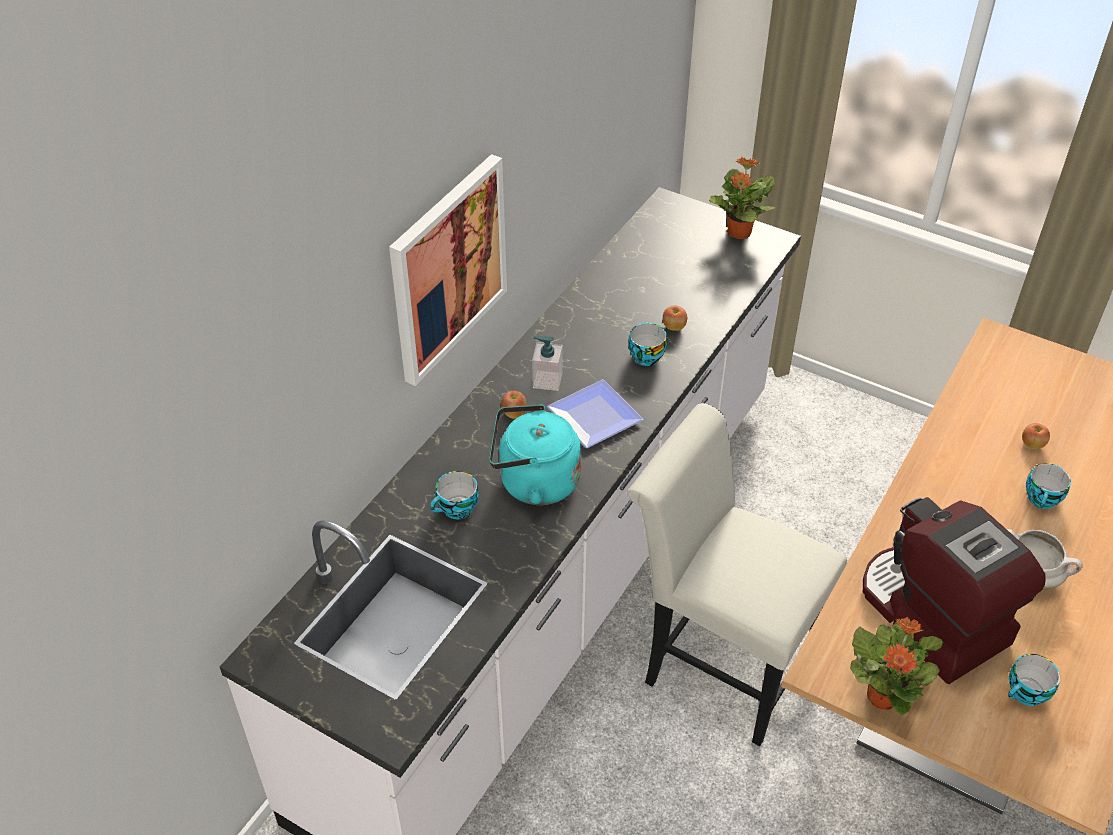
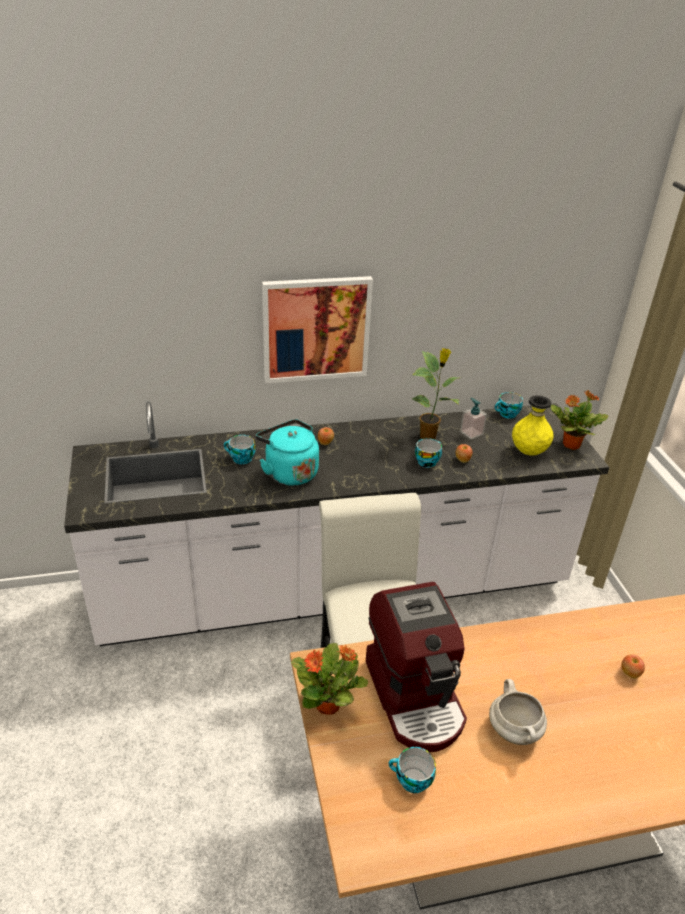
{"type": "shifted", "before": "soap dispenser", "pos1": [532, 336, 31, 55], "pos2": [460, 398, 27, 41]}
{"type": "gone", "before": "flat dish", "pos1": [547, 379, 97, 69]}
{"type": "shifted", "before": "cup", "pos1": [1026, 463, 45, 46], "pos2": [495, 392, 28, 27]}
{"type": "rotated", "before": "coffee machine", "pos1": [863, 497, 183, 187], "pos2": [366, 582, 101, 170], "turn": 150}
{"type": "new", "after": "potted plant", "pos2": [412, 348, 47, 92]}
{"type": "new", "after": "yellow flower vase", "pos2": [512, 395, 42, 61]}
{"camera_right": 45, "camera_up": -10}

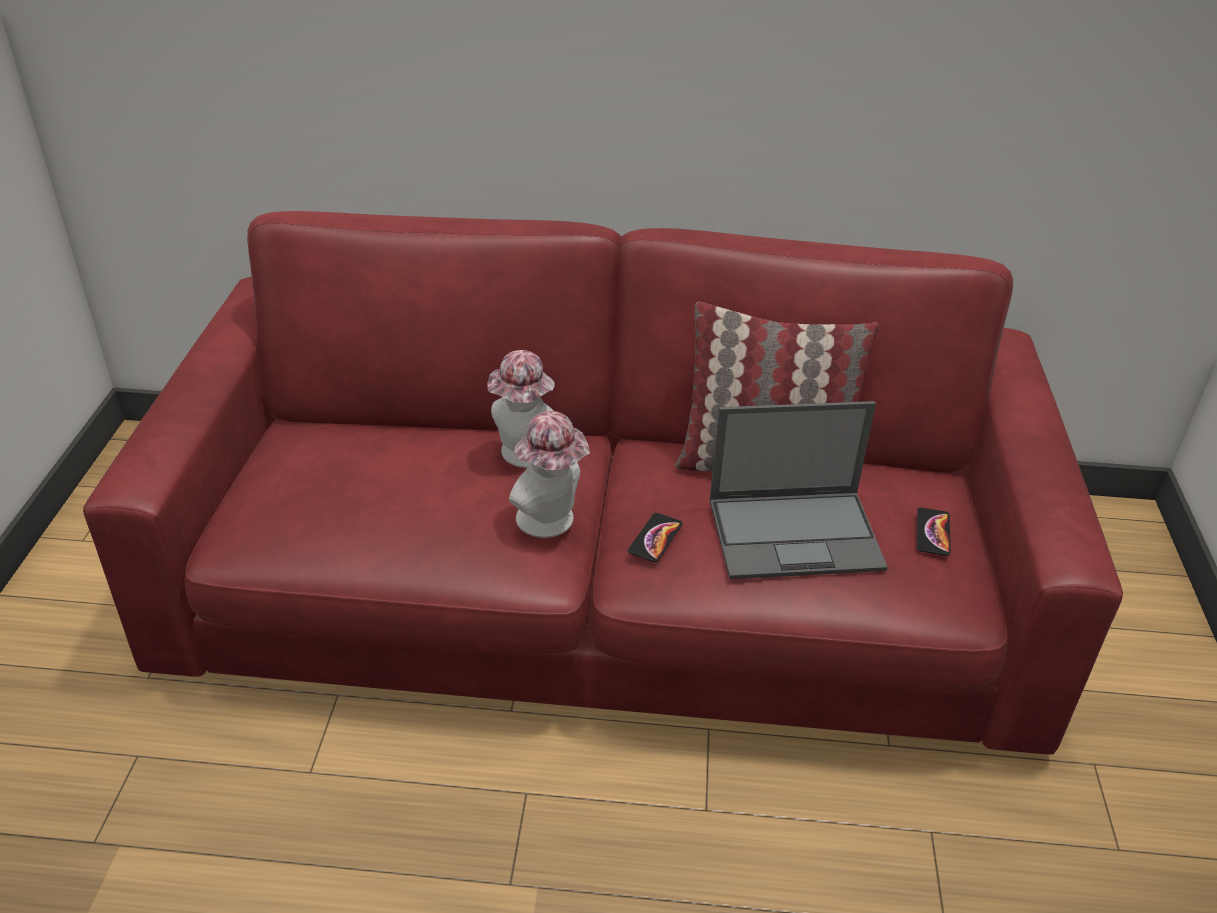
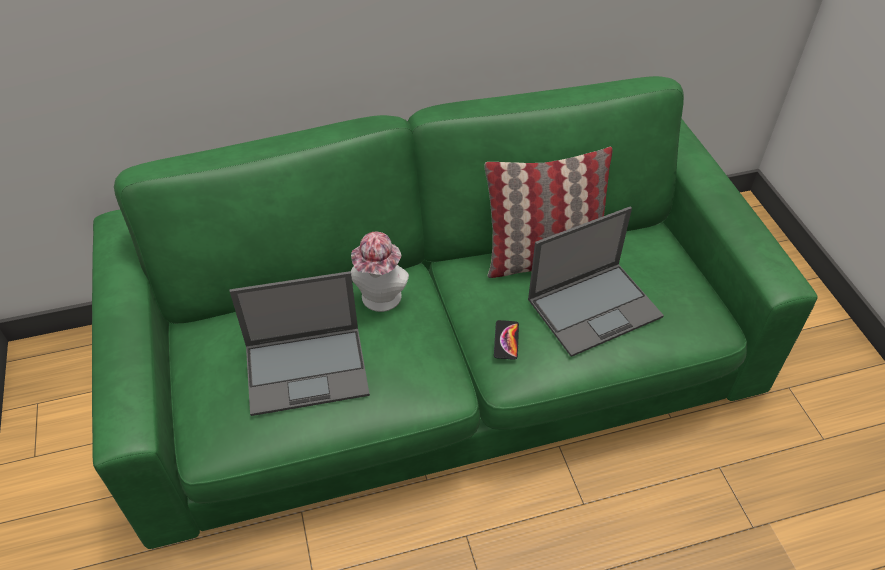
{"type": "repainted", "before": "reddish couch", "after": "green-coloured couch", "pos1": [83, 211, 1040, 544], "pos2": [92, 76, 726, 473]}
{"type": "gone", "before": "clothing hat", "pos1": [509, 411, 81, 127]}
{"type": "gone", "before": "handset", "pos1": [917, 508, 34, 48]}
{"type": "new", "after": "portable computer", "pos2": [230, 271, 140, 145]}
{"camera_right": -20, "camera_up": 10}

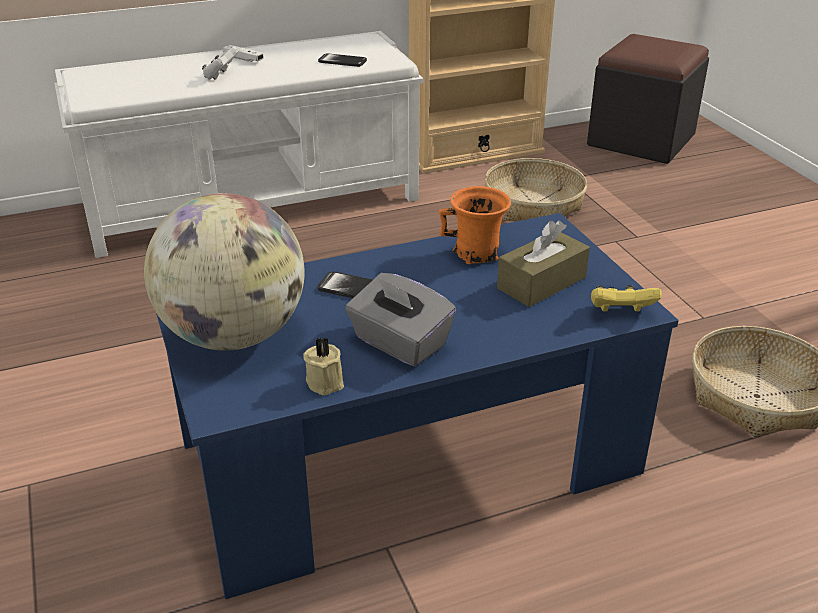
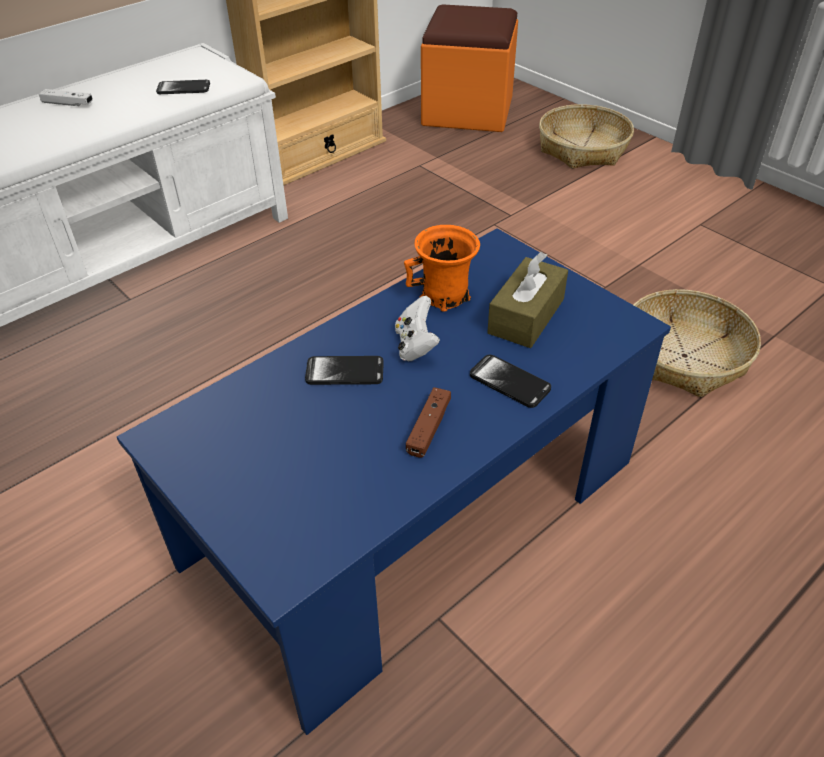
{"type": "repainted", "before": "black-coloured ottoman", "after": "orange-coloured ottoman", "pos1": [587, 34, 122, 130], "pos2": [421, 4, 97, 128]}
{"type": "shifted", "before": "whitish joypad", "pos1": [202, 46, 36, 33], "pos2": [395, 296, 45, 65]}
{"type": "shifted", "before": "basket", "pos1": [484, 158, 103, 63], "pos2": [539, 104, 95, 65]}
{"type": "gone", "before": "globe", "pos1": [144, 193, 161, 158]}
{"type": "swapped", "before": "gray box of tissues", "after": "brownish joypad", "pos1": [345, 273, 111, 94], "pos2": [406, 387, 45, 71]}
{"type": "gone", "before": "yellow joypad", "pos1": [591, 285, 71, 27]}
{"type": "gone", "before": "beige-coloured candle", "pos1": [303, 337, 41, 58]}
{"type": "new", "after": "handset", "pos2": [470, 355, 81, 53]}
{"camera_right": -20, "camera_up": 10}

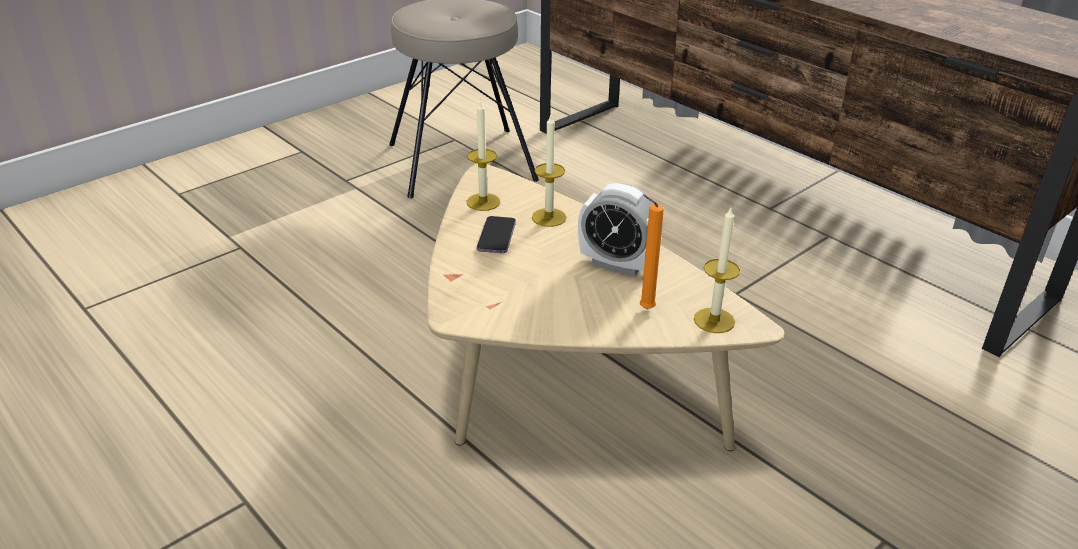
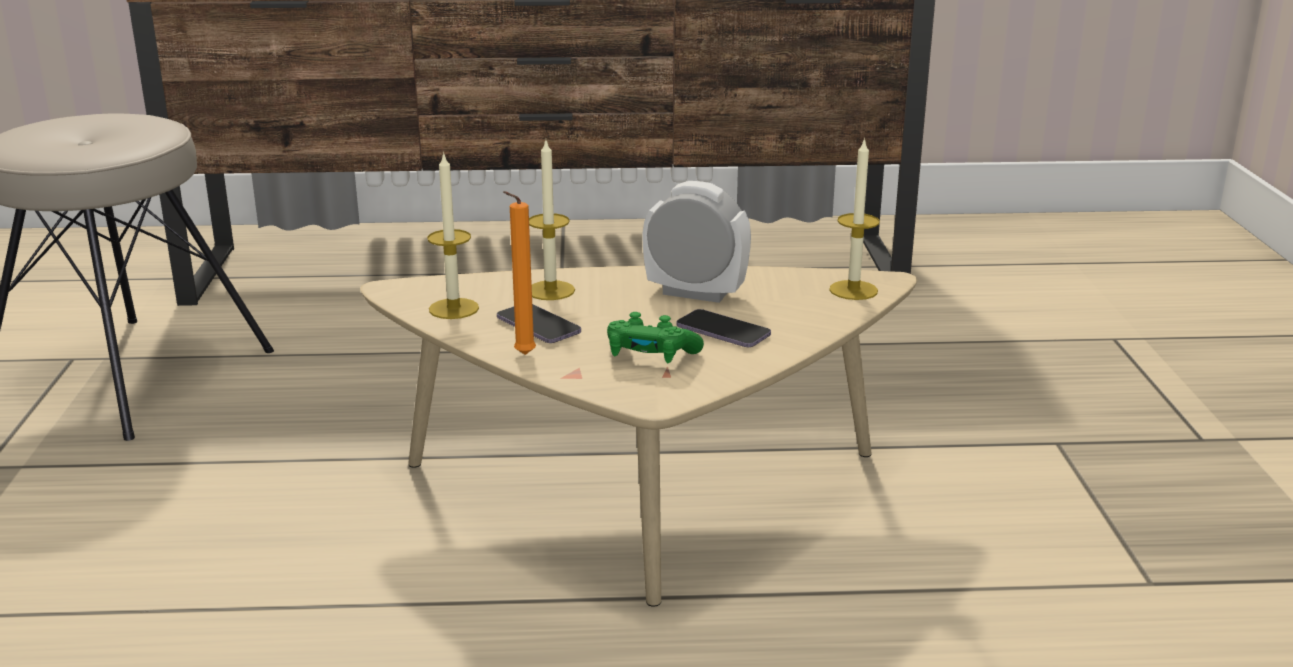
{"type": "rotated", "before": "table clock", "pos1": [578, 183, 85, 93], "pos2": [642, 181, 109, 122], "turn": -135}
{"type": "shifted", "before": "orange-coloured candle", "pos1": [640, 194, 24, 115], "pos2": [503, 191, 33, 164]}
{"type": "new", "after": "handset", "pos2": [676, 309, 95, 38]}
{"type": "new", "after": "green-coloured joypad", "pos2": [607, 312, 97, 51]}
{"camera_right": -50, "camera_up": -10}

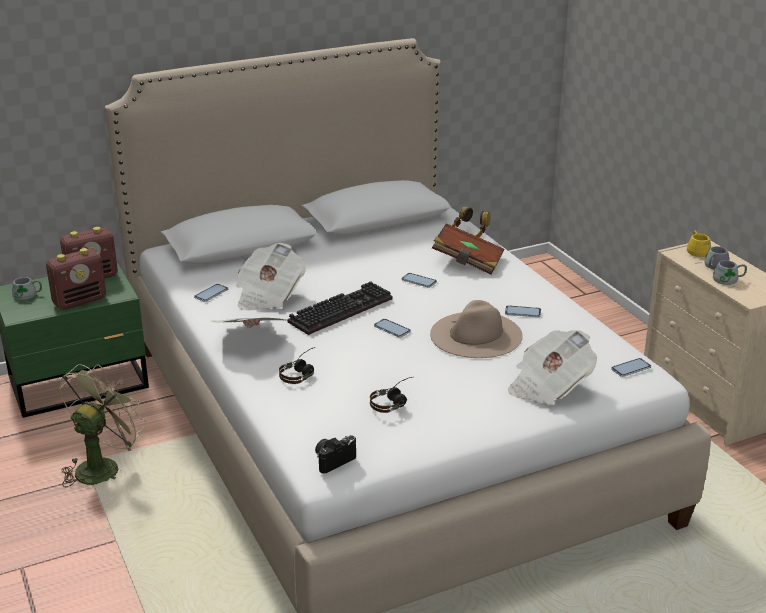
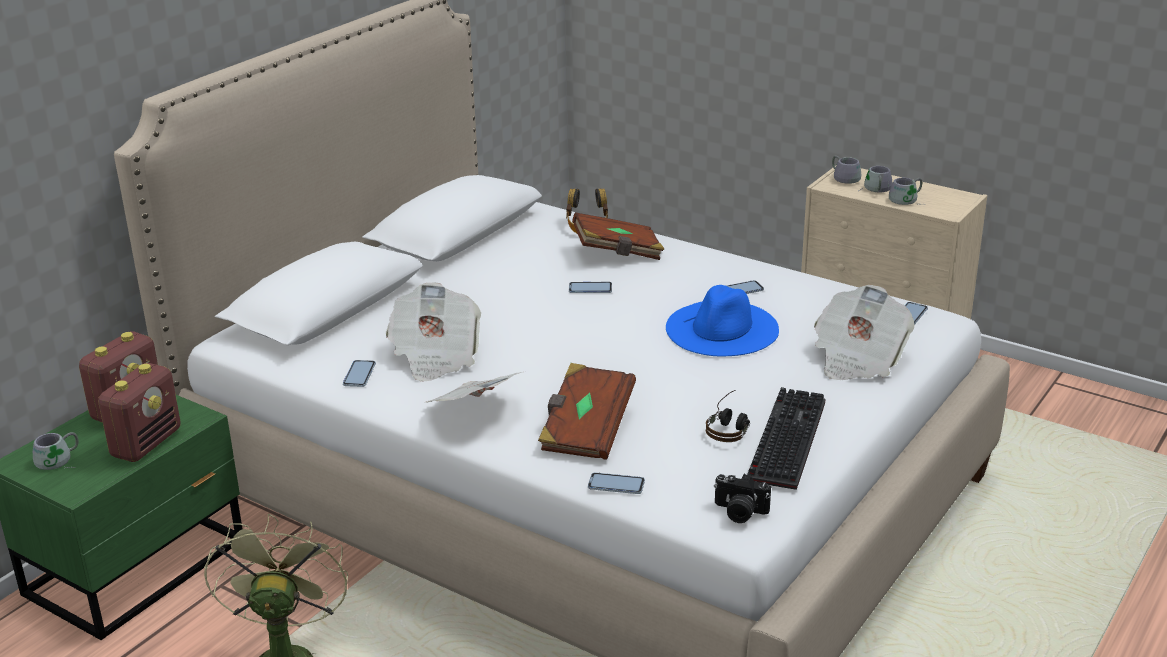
{"type": "repainted", "before": "yellow mug", "after": "gray mug", "pos1": [687, 230, 24, 27], "pos2": [832, 155, 30, 29]}
{"type": "shifted", "before": "keyboard", "pos1": [287, 281, 106, 54], "pos2": [747, 387, 79, 103]}
{"type": "repainted", "before": "beige-coloured clothing hat", "after": "bluish clothing hat", "pos1": [430, 300, 93, 58], "pos2": [666, 285, 113, 71]}
{"type": "shifted", "before": "handset", "pos1": [374, 319, 37, 19], "pos2": [588, 472, 57, 22]}
{"type": "swapped", "before": "headset", "after": "brownish bound book", "pos1": [279, 347, 37, 37], "pos2": [538, 363, 98, 97]}
{"type": "rotated", "before": "still camera", "pos1": [315, 435, 41, 38], "pos2": [714, 474, 57, 49], "turn": -90}
{"camera_right": -30, "camera_up": 0}

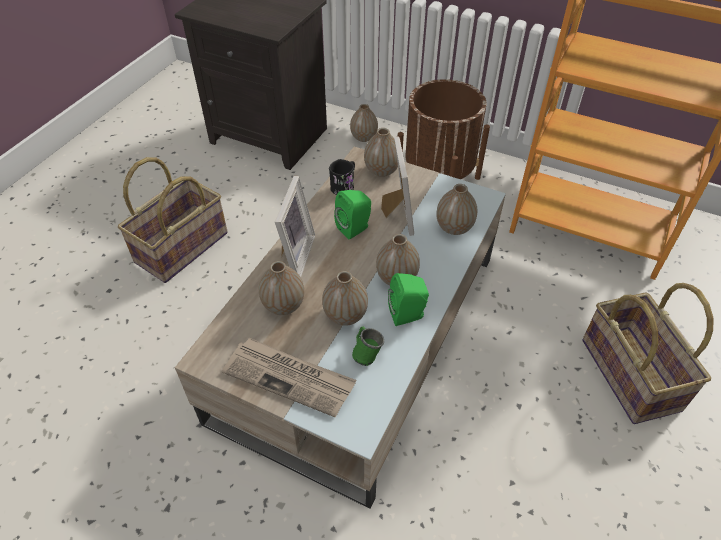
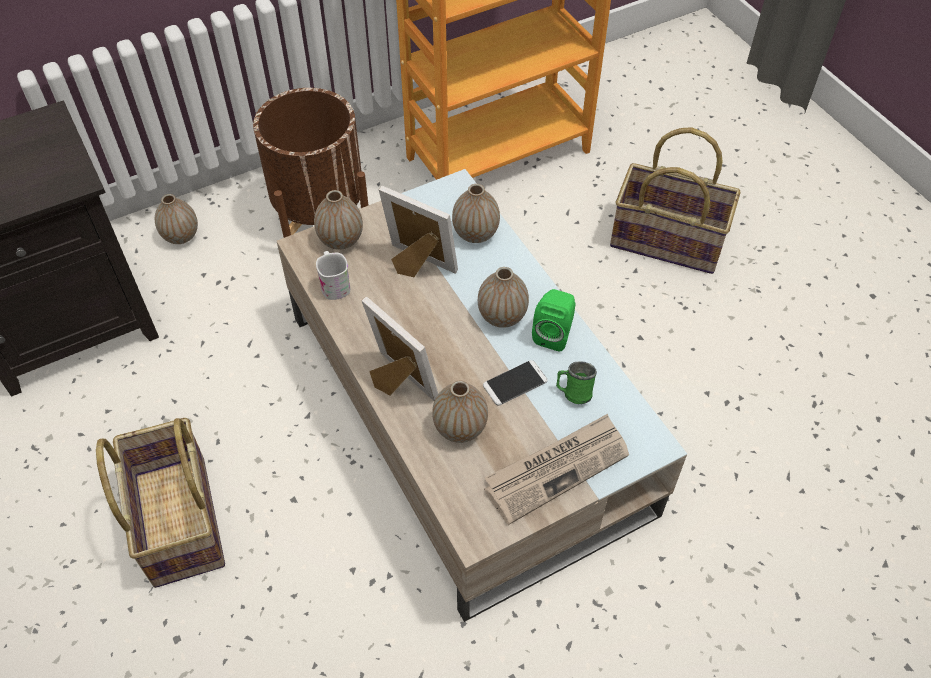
{"type": "repainted", "before": "black-coloured mug", "after": "whitish mug", "pos1": [329, 159, 26, 36], "pos2": [316, 251, 34, 49]}
{"type": "gone", "before": "green-coloured audio speaker", "pos1": [334, 190, 37, 50]}
{"type": "swapped", "before": "flower vase", "after": "handset", "pos1": [322, 271, 46, 55], "pos2": [483, 360, 64, 46]}
{"camera_right": -55, "camera_up": 5}

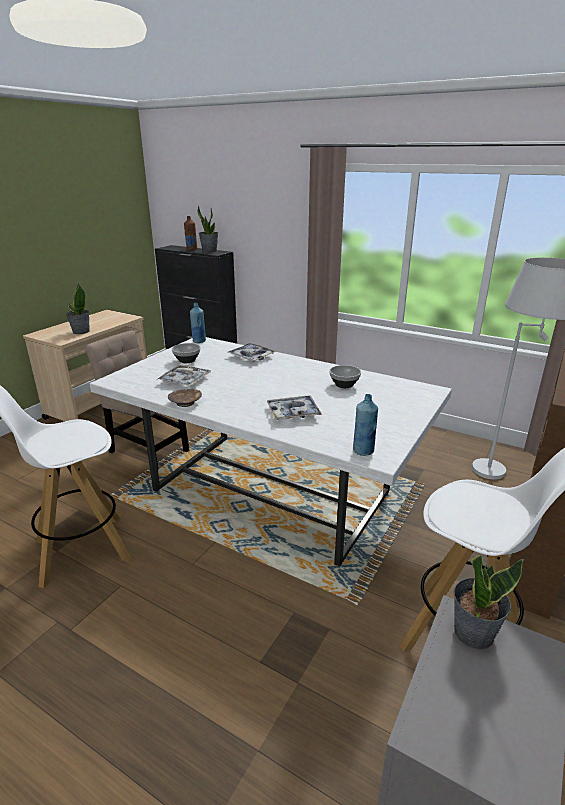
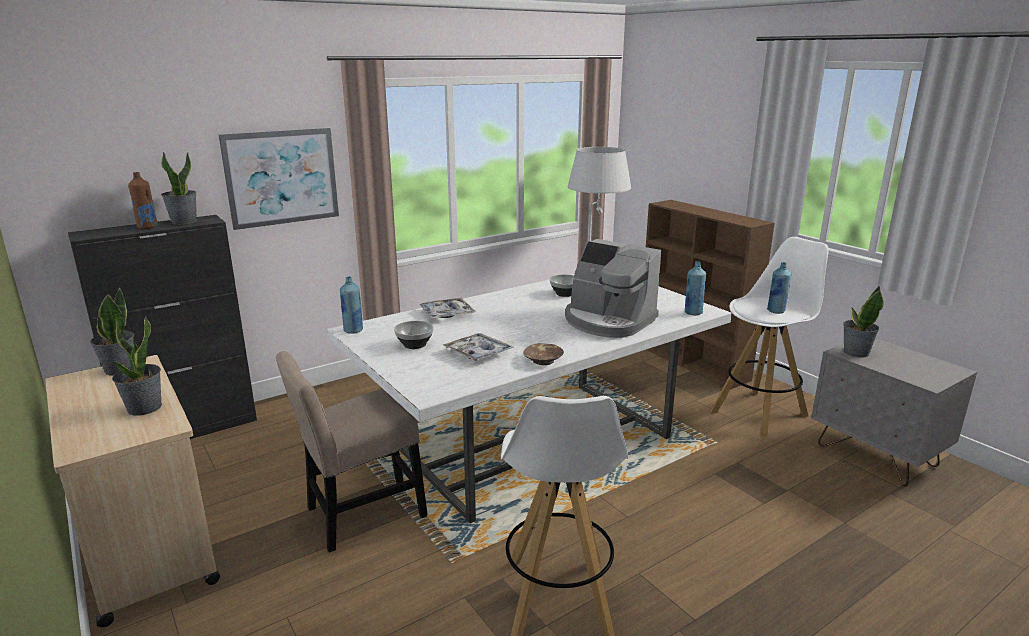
{"type": "swapped", "before": "tray", "after": "coffee machine", "pos1": [266, 396, 56, 24], "pos2": [565, 239, 96, 99]}
{"type": "new", "after": "wall art", "pos2": [219, 128, 120, 102]}
{"type": "new", "after": "bluish bottle", "pos2": [767, 262, 24, 52]}
{"type": "new", "after": "potted plant", "pos2": [90, 288, 44, 87]}
{"camera_right": -65, "camera_up": -5}

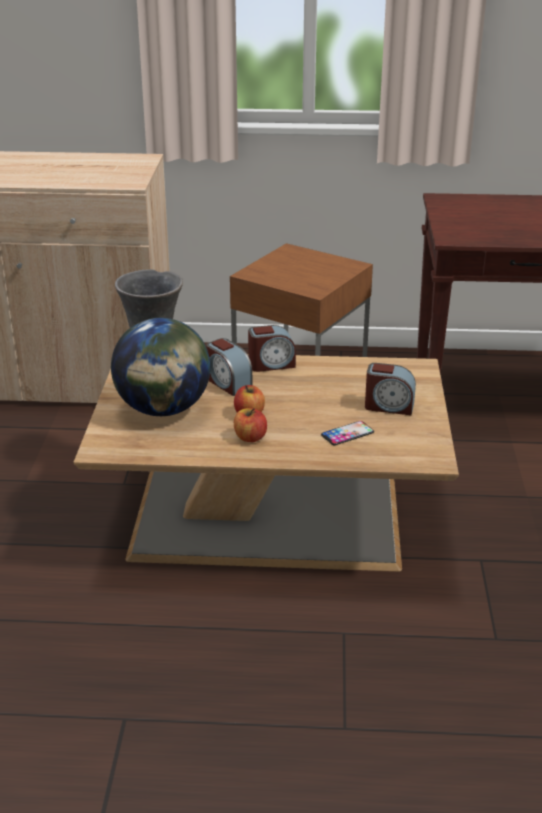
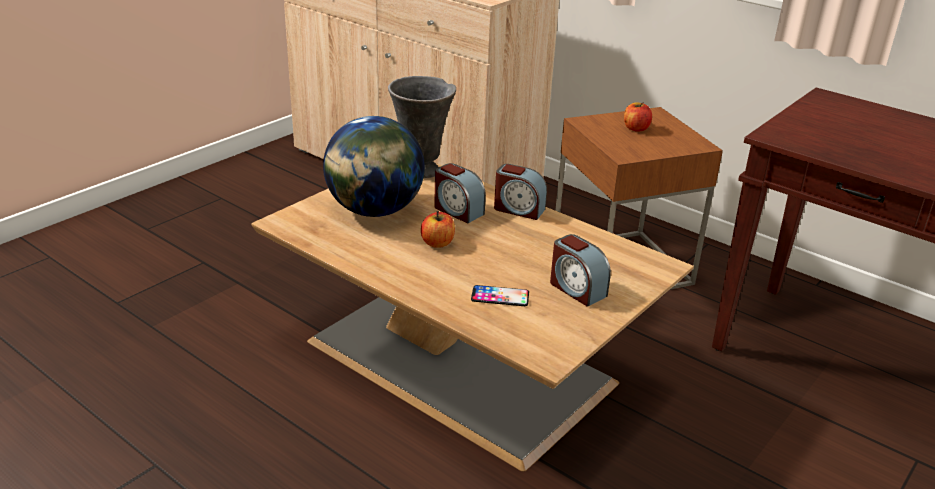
{"type": "rotated", "before": "table clock", "pos1": [206, 338, 46, 58], "pos2": [434, 163, 52, 60], "turn": -45}
{"type": "shifted", "before": "whole apple", "pos1": [234, 408, 33, 34], "pos2": [624, 102, 28, 30]}
{"camera_right": 35, "camera_up": 0}

